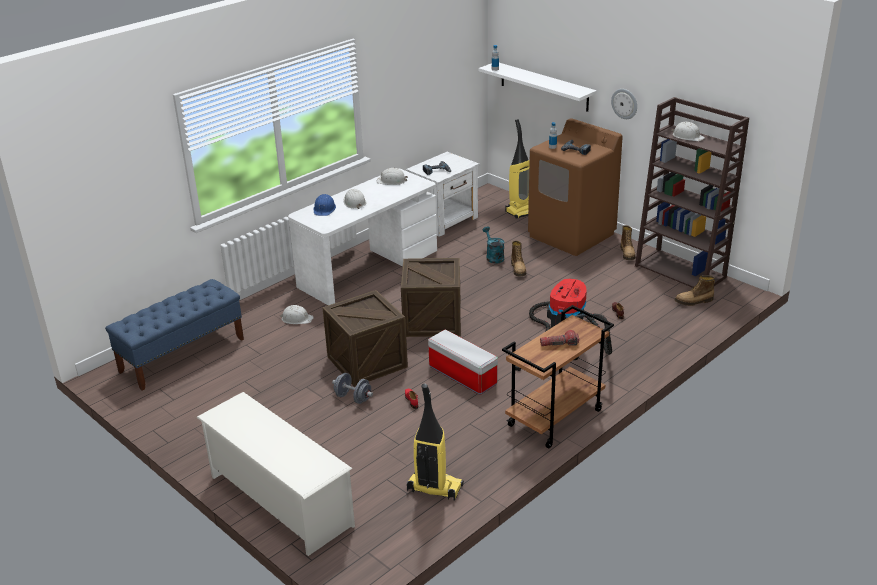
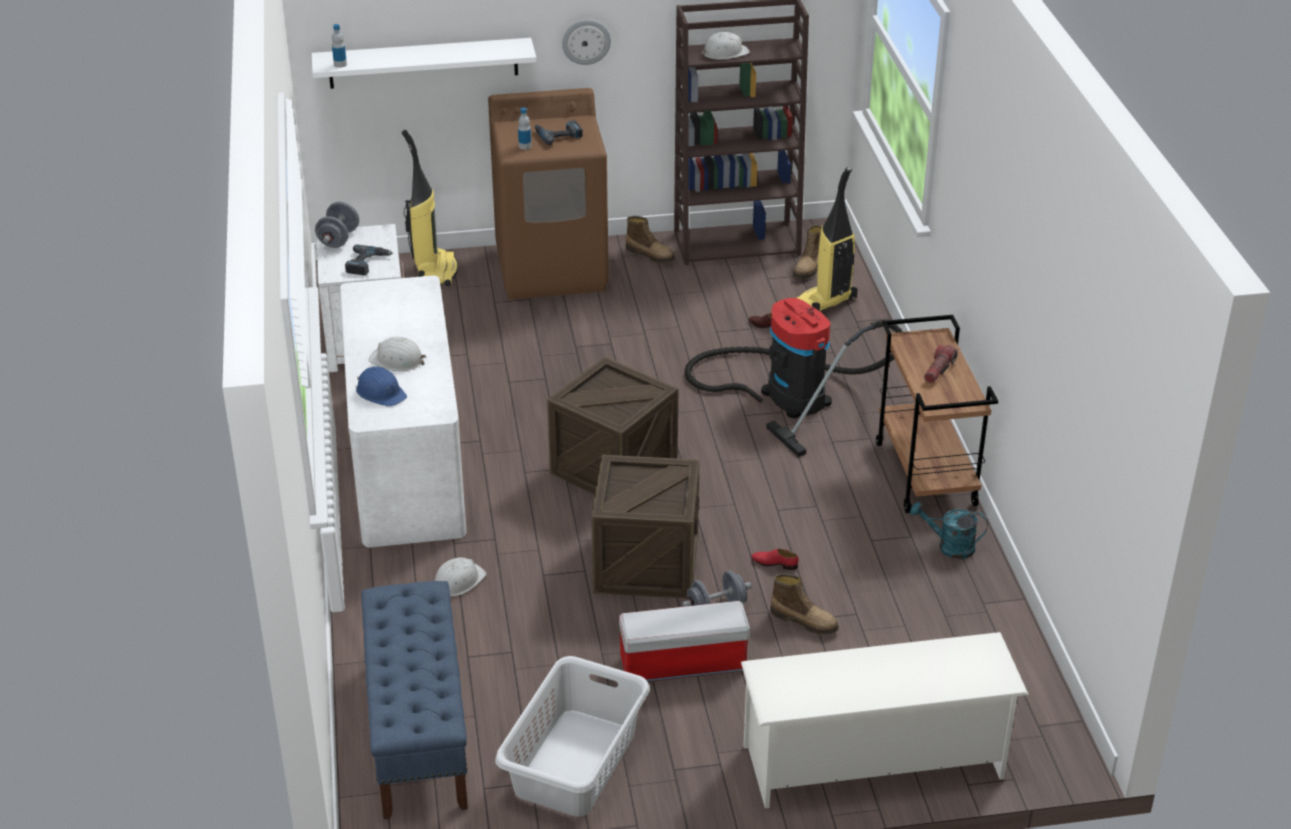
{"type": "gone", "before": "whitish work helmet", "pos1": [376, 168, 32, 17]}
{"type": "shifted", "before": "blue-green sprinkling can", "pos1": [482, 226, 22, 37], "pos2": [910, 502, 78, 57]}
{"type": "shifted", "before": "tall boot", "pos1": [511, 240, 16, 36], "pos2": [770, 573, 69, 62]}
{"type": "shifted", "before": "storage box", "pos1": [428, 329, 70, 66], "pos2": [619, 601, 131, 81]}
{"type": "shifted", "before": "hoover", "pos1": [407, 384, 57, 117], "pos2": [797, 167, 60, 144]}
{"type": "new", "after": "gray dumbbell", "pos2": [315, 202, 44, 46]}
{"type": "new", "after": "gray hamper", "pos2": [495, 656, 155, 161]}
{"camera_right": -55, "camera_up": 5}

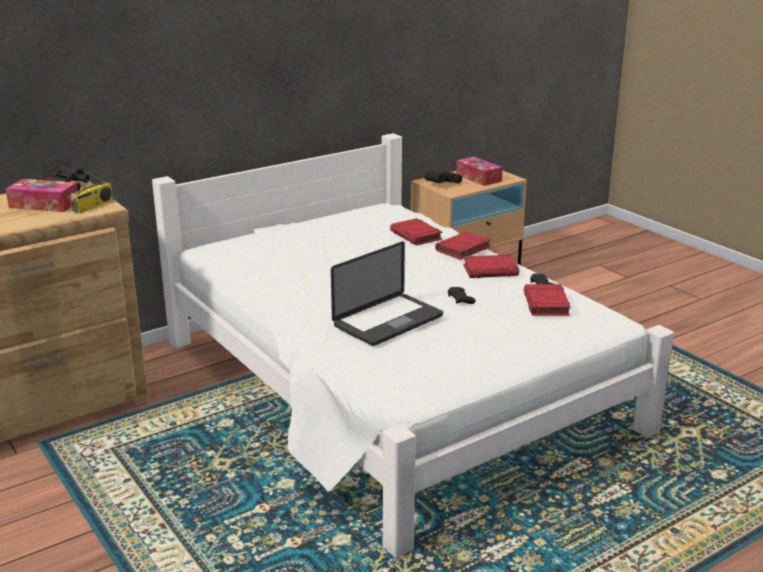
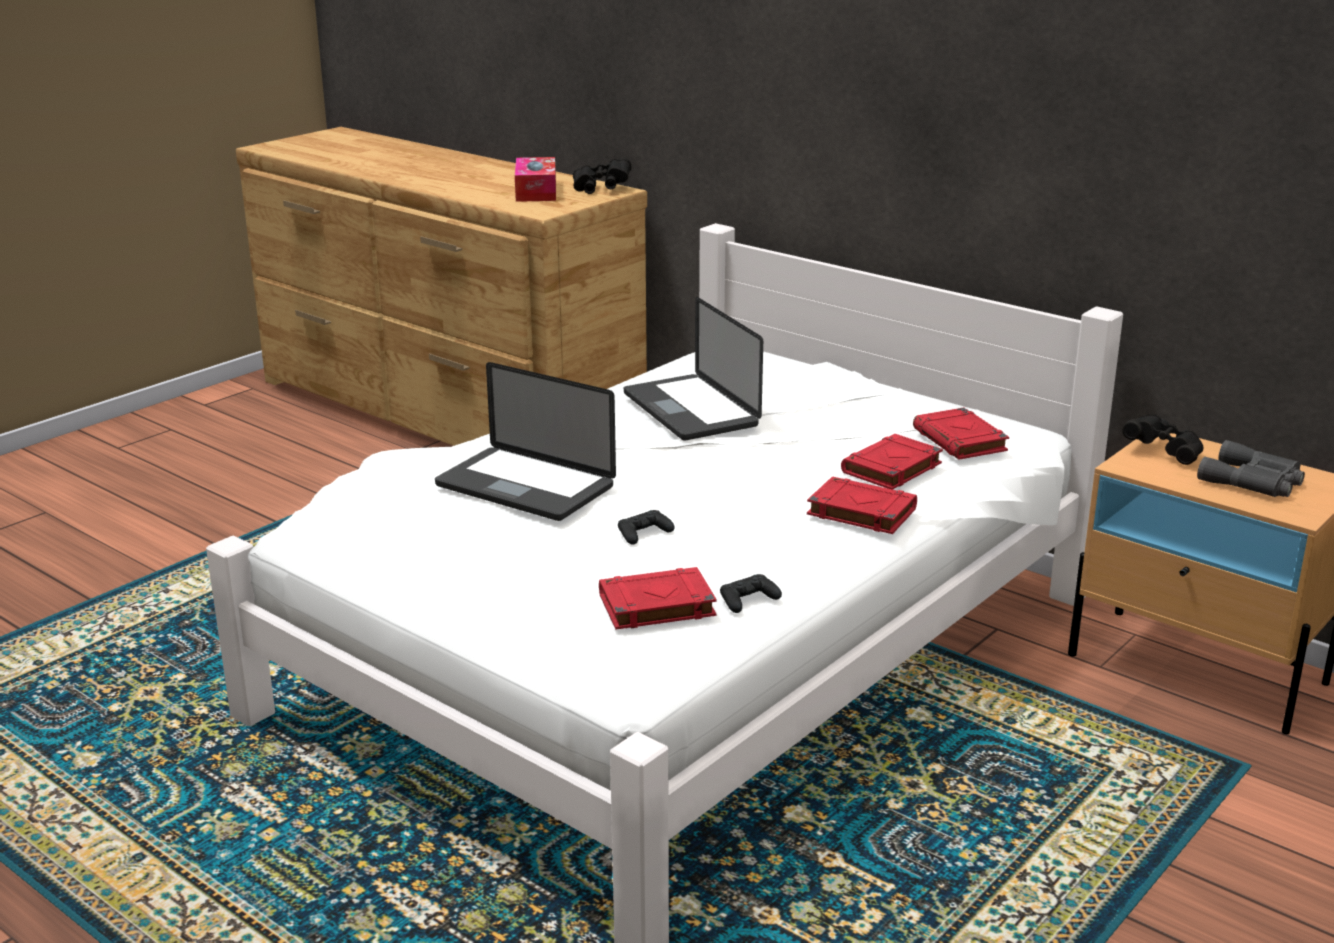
{"type": "swapped", "before": "box of tissues", "after": "gray field glasses", "pos1": [456, 157, 47, 29], "pos2": [1197, 440, 108, 57]}
{"type": "gone", "before": "radio set", "pos1": [70, 165, 43, 48]}
{"type": "shifted", "before": "reddish bound book", "pos1": [463, 254, 56, 24], "pos2": [913, 408, 96, 52]}
{"type": "new", "after": "portable computer", "pos2": [624, 297, 139, 144]}
{"camera_right": 75, "camera_up": 0}

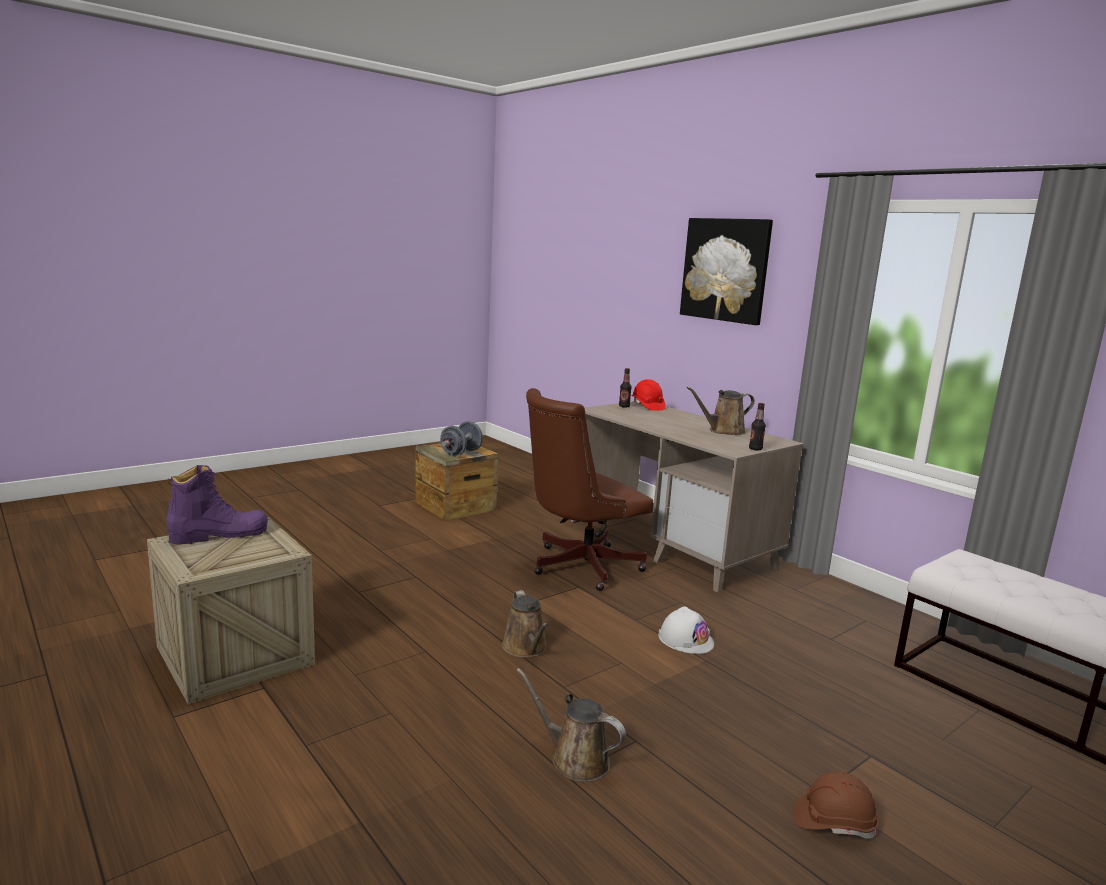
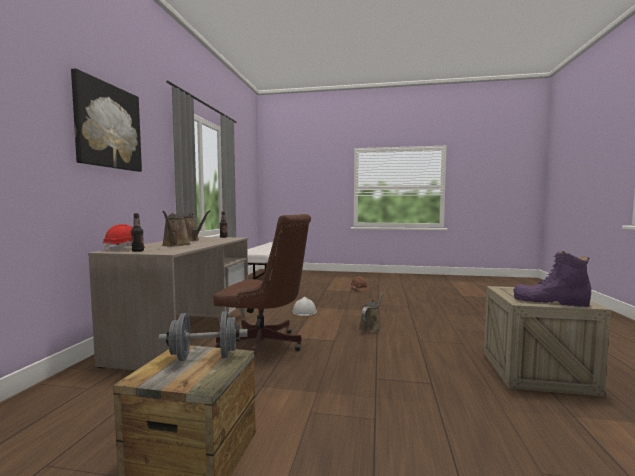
{"type": "shifted", "before": "brownish sprinkling can", "pos1": [516, 668, 110, 114], "pos2": [162, 211, 28, 35]}
{"camera_right": -130, "camera_up": -10}

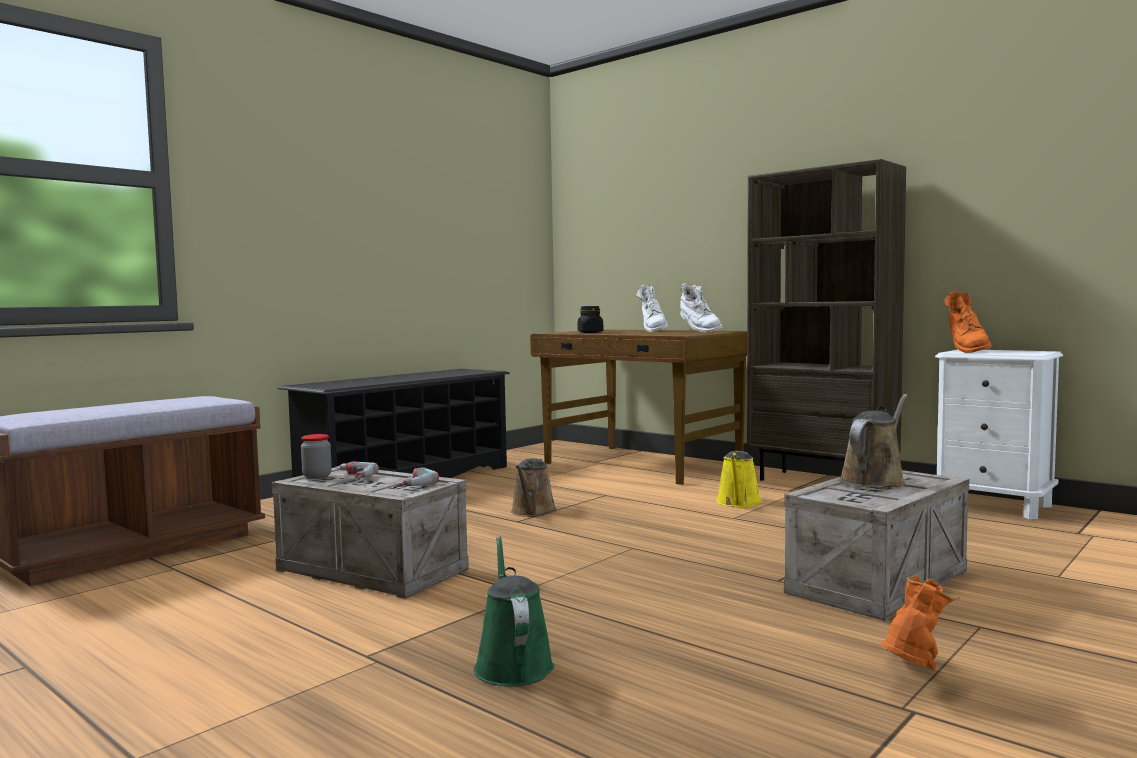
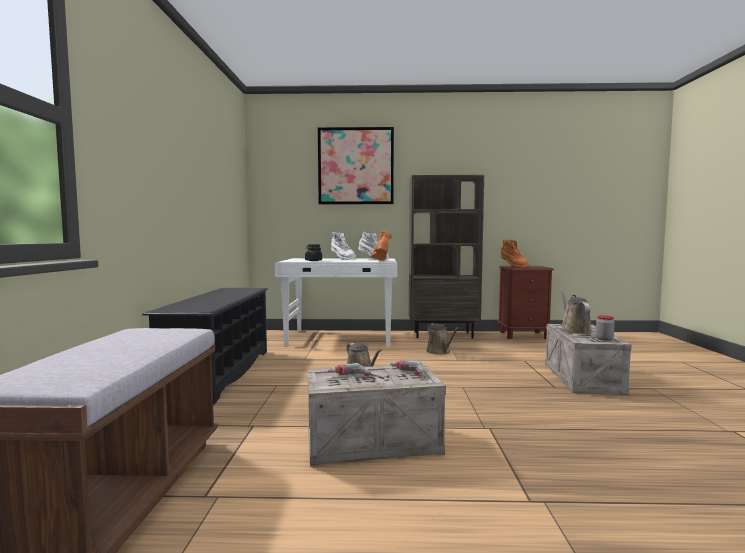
{"type": "repainted", "before": "brownish desk", "after": "whitish desk", "pos1": [530, 329, 217, 156], "pos2": [275, 258, 122, 89]}
{"type": "repainted", "before": "whitish nightstand", "after": "brownish nightstand", "pos1": [935, 350, 128, 169], "pos2": [498, 266, 56, 73]}
{"type": "shifted", "before": "storage jar", "pos1": [301, 434, 31, 45], "pos2": [596, 315, 19, 26]}
{"type": "repainted", "before": "yellow sprinkling can", "after": "brownish sprinkling can", "pos1": [716, 451, 46, 56], "pos2": [426, 324, 33, 30]}
{"type": "gone", "before": "green-coloured sprinkling can", "pos1": [474, 536, 80, 151]}
{"type": "shifted", "before": "orange-coloured tall boot", "pos1": [881, 574, 79, 97], "pos2": [371, 231, 21, 30]}
{"type": "new", "after": "wall art", "pos2": [318, 127, 76, 77]}
{"camera_right": -40, "camera_up": 0}

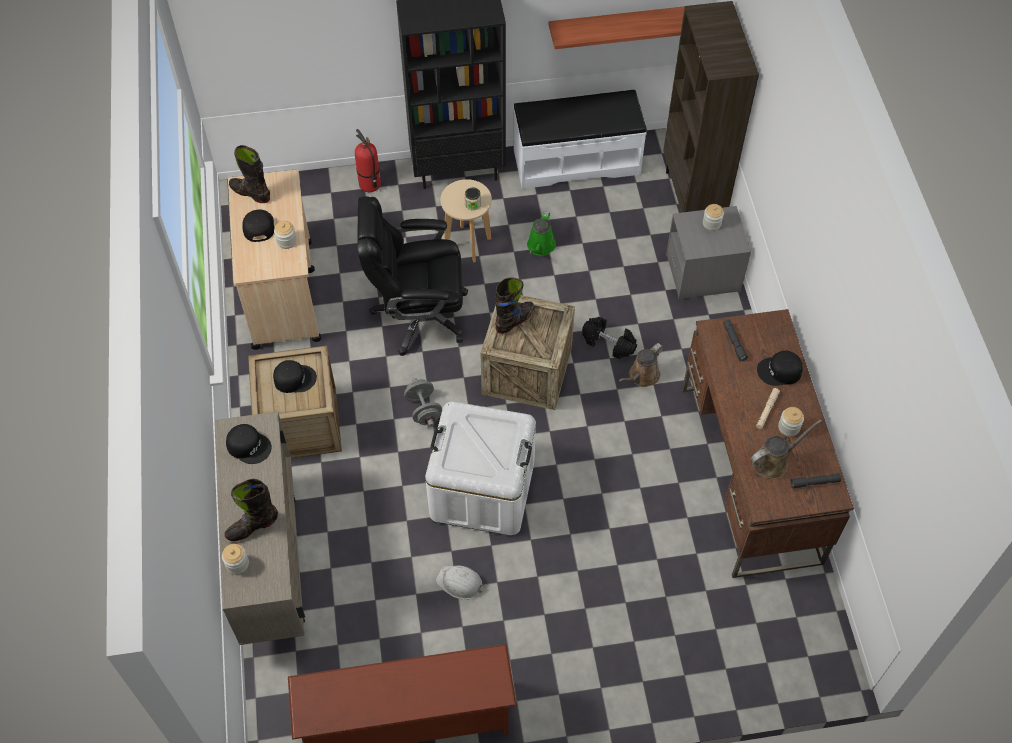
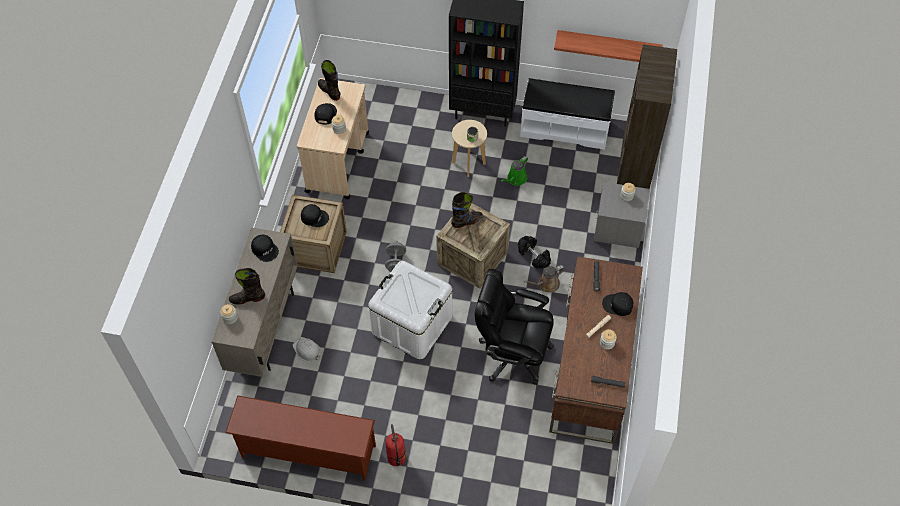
{"type": "shifted", "before": "extinguisher", "pos1": [355, 129, 26, 63], "pos2": [386, 424, 20, 42]}
{"type": "shifted", "before": "black-coloured desk chair", "pos1": [357, 196, 111, 160], "pos2": [475, 269, 79, 116]}
{"type": "gone", "before": "brownish sprinkling can", "pos1": [751, 419, 71, 60]}
{"type": "shifted", "before": "whitish work helmet", "pos1": [435, 566, 50, 34], "pos2": [293, 337, 28, 25]}
{"camera_right": 20, "camera_up": 0}

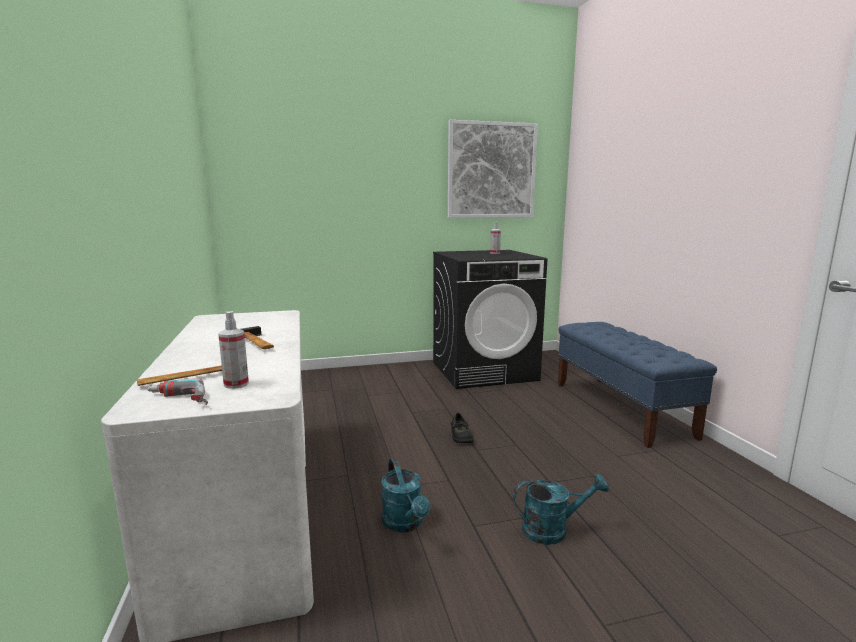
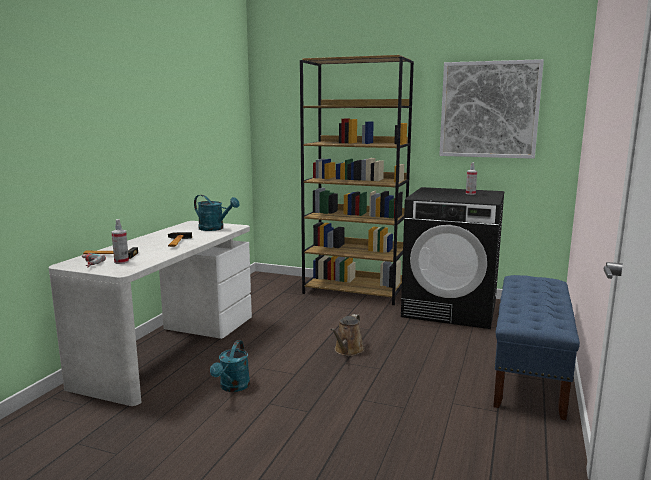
{"type": "swapped", "before": "black-coloured shoe", "after": "brownish sprinkling can", "pos1": [451, 413, 23, 30], "pos2": [330, 314, 35, 42]}
{"type": "shifted", "before": "blue-green sprinkling can", "pos1": [513, 474, 96, 71], "pos2": [194, 195, 46, 36]}
{"type": "new", "after": "brownish bookcase", "pos2": [300, 55, 114, 250]}
{"camera_right": 35, "camera_up": 0}

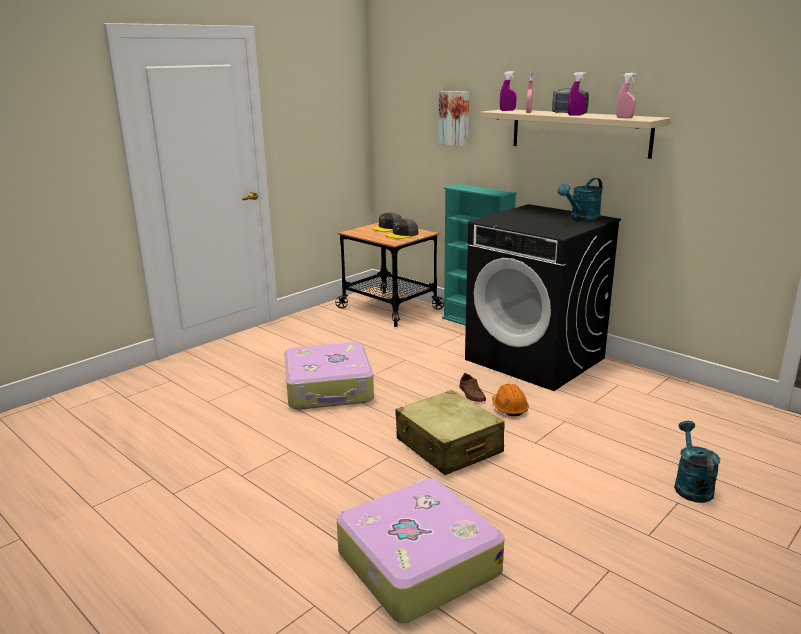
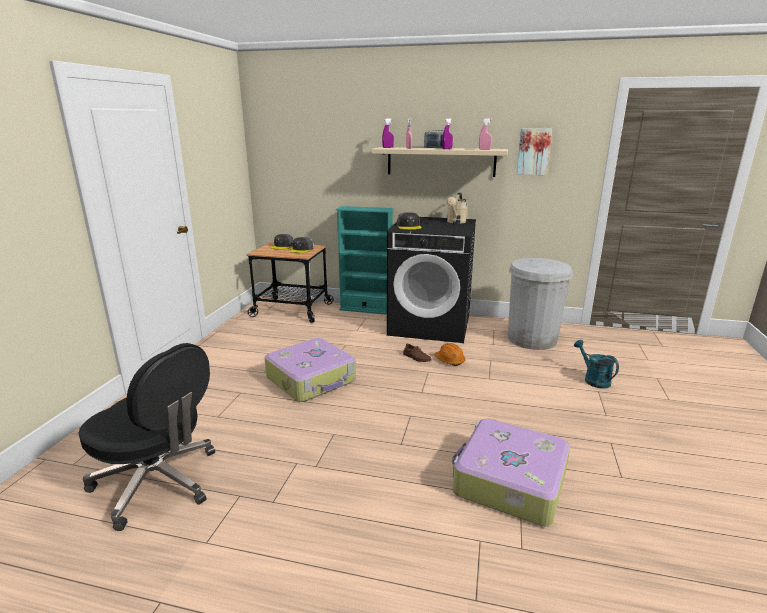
{"type": "shifted", "before": "wall art", "pos1": [439, 91, 30, 56], "pos2": [517, 128, 35, 47]}
{"type": "repainted", "before": "blue-green sprinkling can", "after": "beige-coloured sprinkling can", "pos1": [558, 178, 44, 44], "pos2": [447, 193, 20, 31]}
{"type": "gone", "before": "beige-coloured travel case", "pos1": [395, 390, 110, 85]}
{"type": "new", "after": "gray peaked cap", "pos2": [397, 212, 25, 18]}
{"type": "new", "after": "whitish rubbish bin", "pos2": [508, 258, 65, 92]}
{"type": "new", "after": "black-coloured desk chair", "pos2": [78, 343, 137, 188]}
{"camera_right": -30, "camera_up": 0}

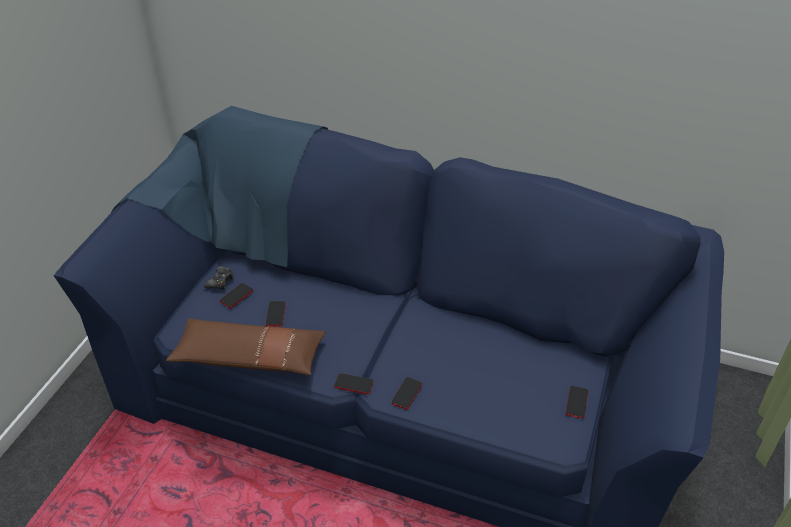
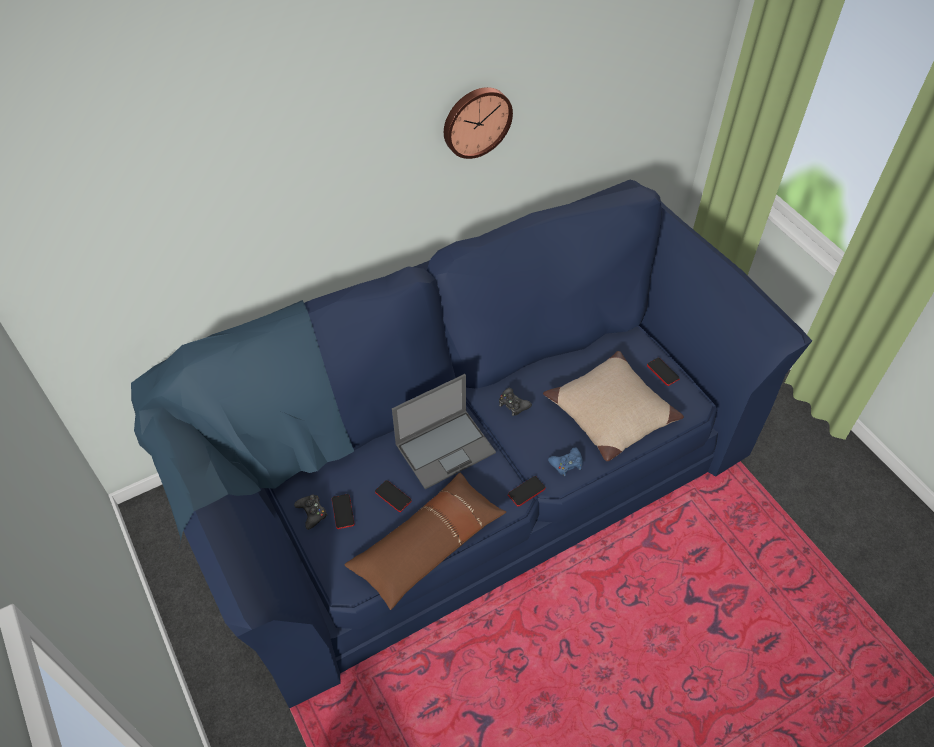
{"type": "swapped", "before": "handset", "after": "bluish joypad", "pos1": [391, 377, 31, 33], "pos2": [548, 448, 35, 28]}
{"type": "new", "after": "clock on the wall", "pos2": [444, 87, 69, 72]}
{"type": "new", "after": "beige-coloured pillow", "pos2": [543, 351, 141, 110]}
{"type": "new", "after": "portable computer", "pos2": [392, 374, 104, 115]}
{"type": "new", "after": "black-coloured joypad", "pos2": [499, 388, 33, 28]}
{"camera_right": -50, "camera_up": 10}

